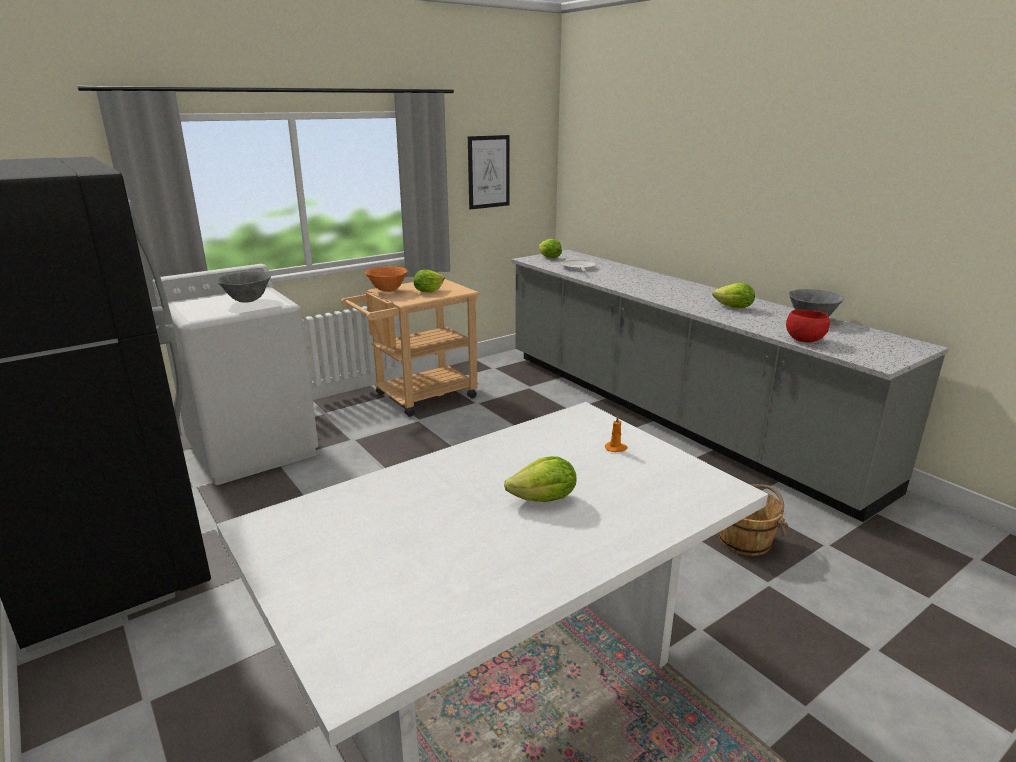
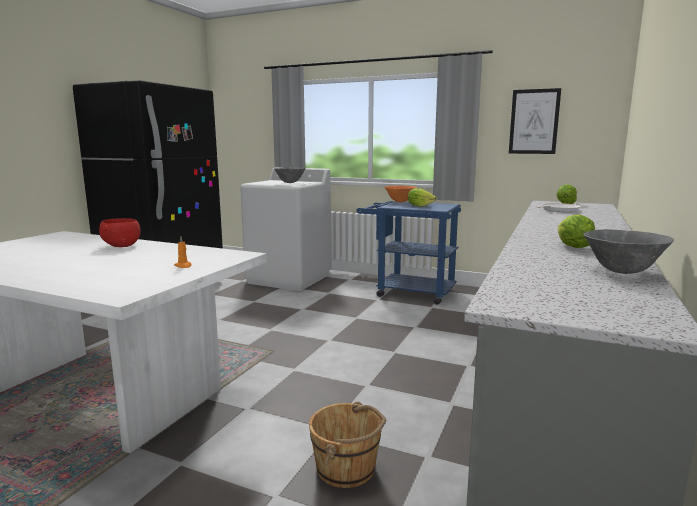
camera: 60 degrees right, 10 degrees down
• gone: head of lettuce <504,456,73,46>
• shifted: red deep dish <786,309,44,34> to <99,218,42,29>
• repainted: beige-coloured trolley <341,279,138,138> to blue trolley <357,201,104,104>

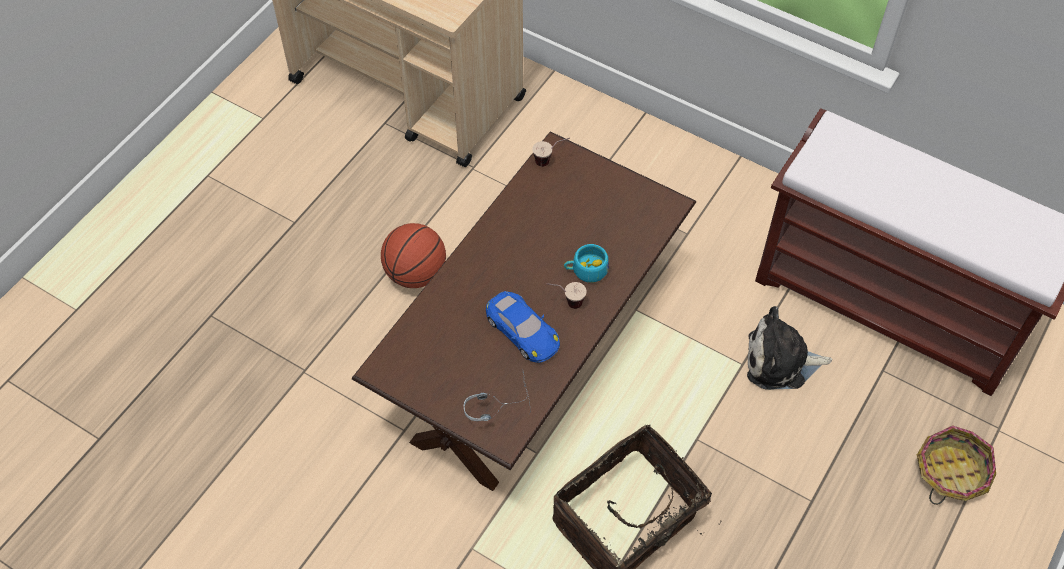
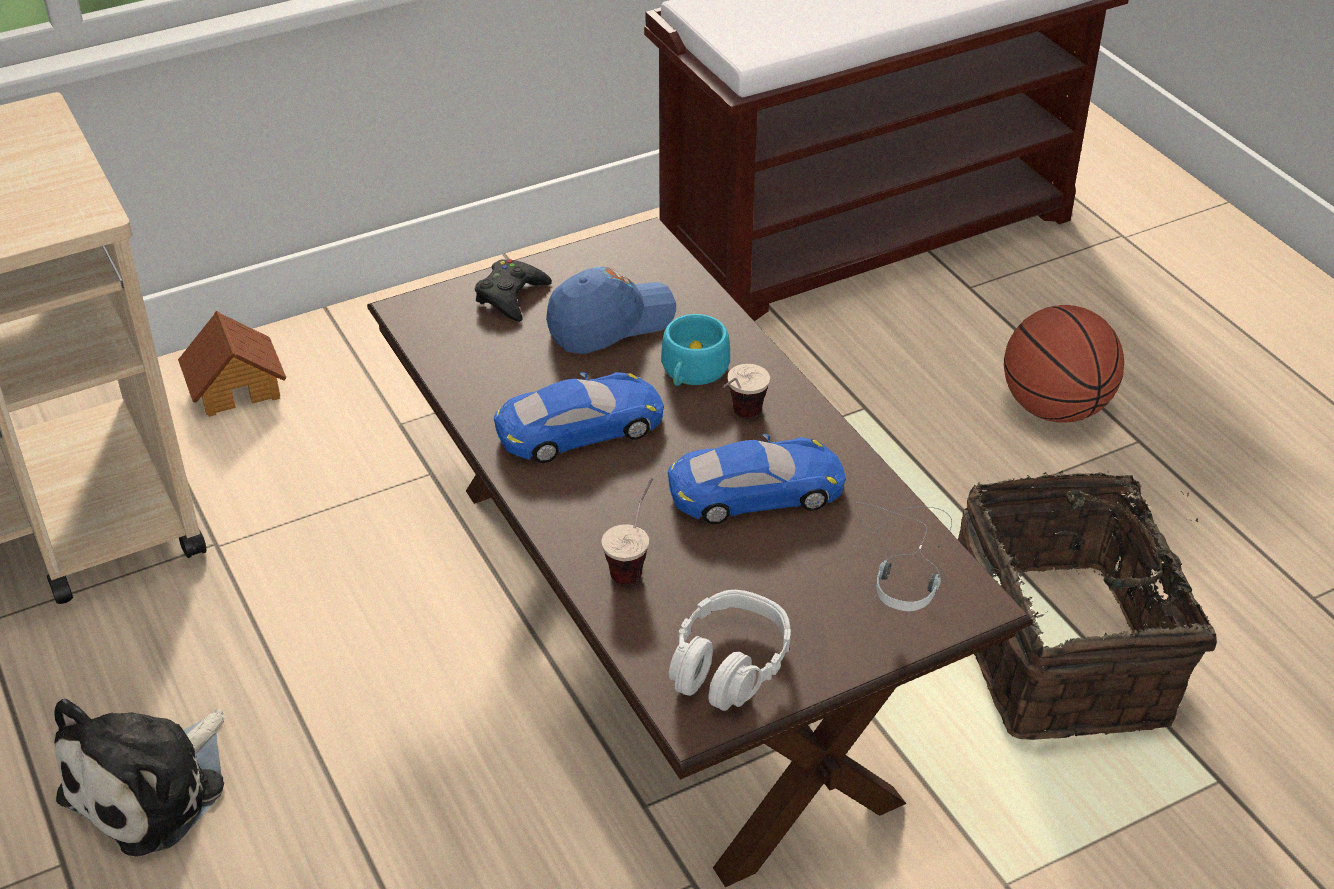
camera: 60 degrees left, 15 degrees down
• gone: storage basket <917,425,79,80>
• new: toy house <178,311,109,106>
• new: black gamepad <475,259,77,63>
• new: blue toy car <494,372,170,91>
• new: blue baseball cap <546,267,130,87>
• new: grey headset <669,590,122,121>
• shifted: ball for basketball <381,223,65,65> to <1004,305,120,118>
• shifted: cup <532,138,38,29> to <601,478,52,106>
• shifted: cuddly toy <747,306,85,84> to <54,699,171,158>

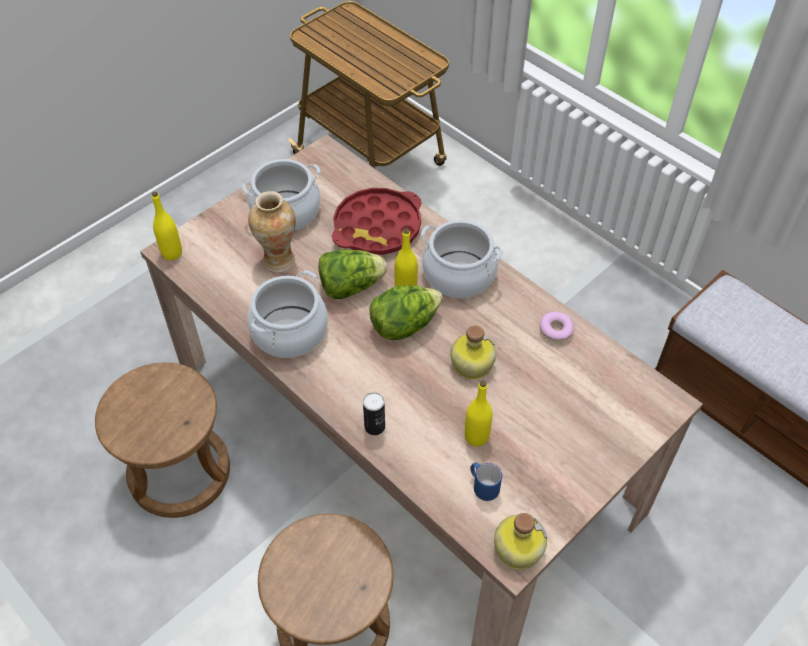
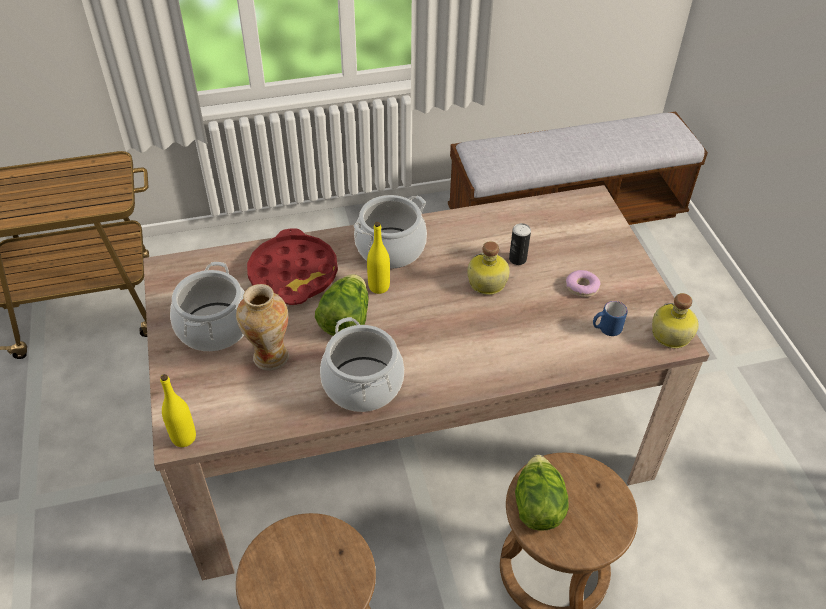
camera: 60 degrees left, 5 degrees down
• gone: yellow-coloured drink bottle <465,380,27,67>
• shifted: sealed can <363,393,22,42> to <509,223,22,42>
• shifted: head of lettuce <369,285,74,55> to <515,455,53,76>
• shifted: doughnut <540,312,34,31> to <566,270,35,27>

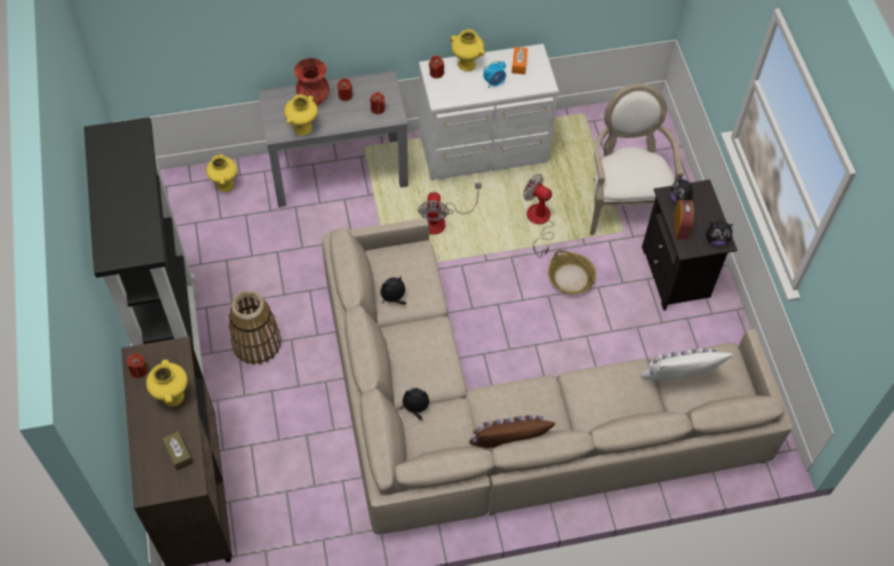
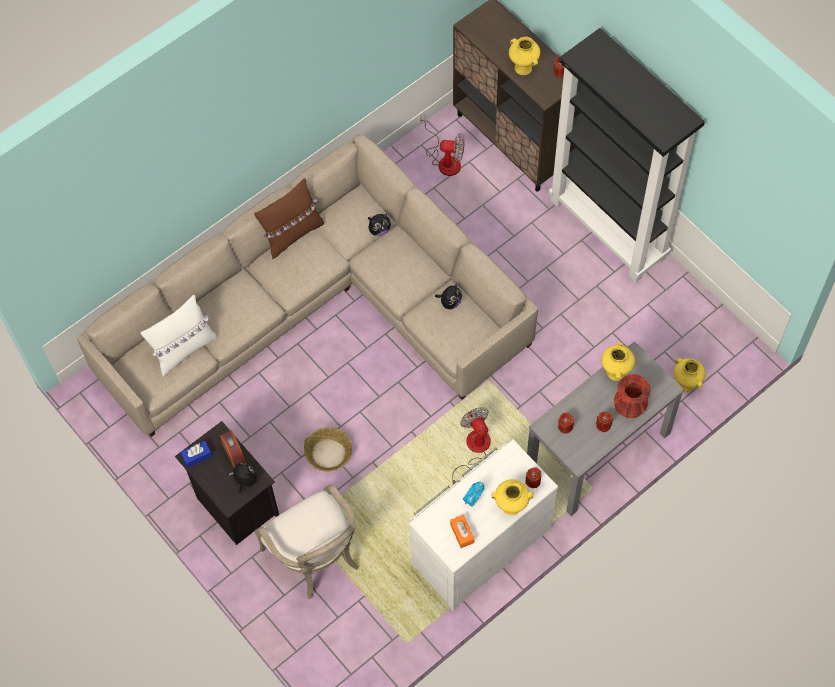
camera: 155 degrees right, 5 degrees up
• gone: brownish tissue box <162,431,31,40>
• gone: storage basket <229,291,52,74>
• shifted: fan <523,174,31,83> to <420,118,44,58>
• swapped: cuddly toy <706,221,27,25> to blue tissue box <181,441,31,27>

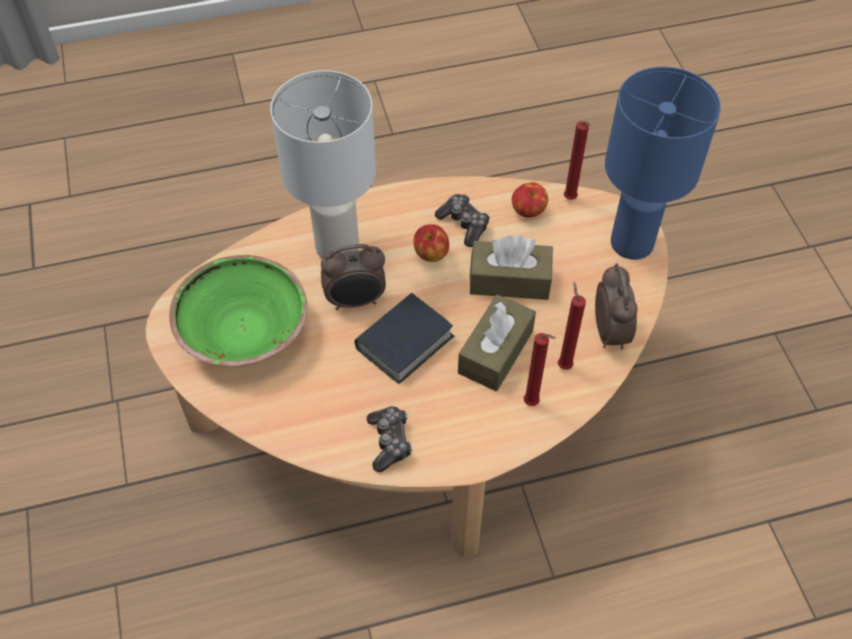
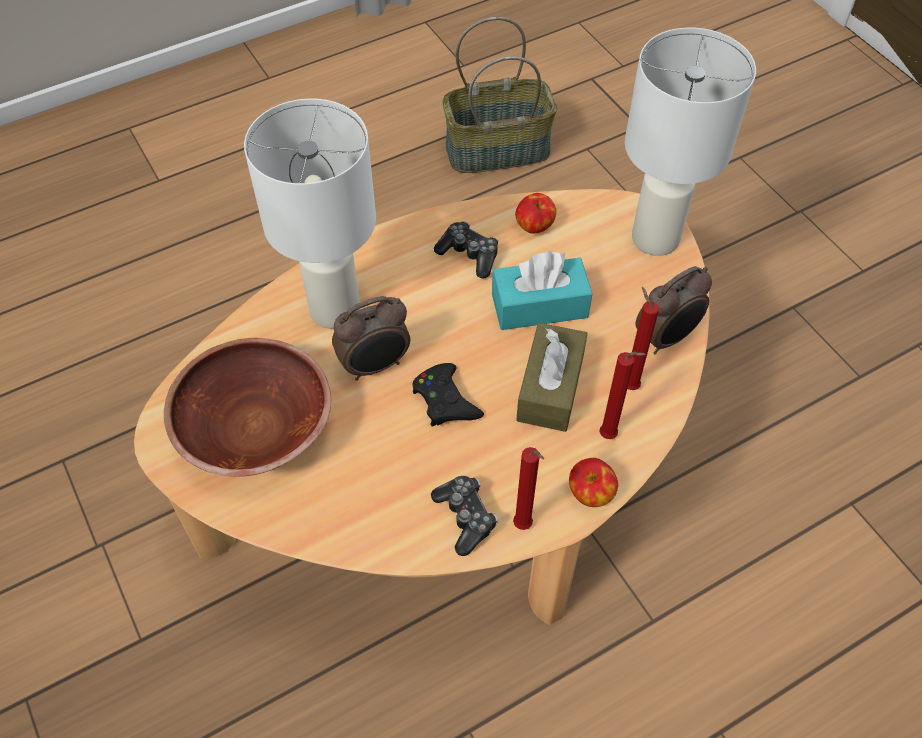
camera: 15 degrees left, 0 degrees up
• new: storage basket <442,17,115,156>
• shifted: whole apple <413,224,36,38> to <569,458,49,49>
• shifted: red wax light <564,121,26,79> to <513,447,31,83>
• swapped: volume <355,293,99,91> to black gamepad <413,363,71,64>
• repainted: greenish deep dish <169,255,138,112> to brownish deep dish <164,338,167,139>
• repainted: brownish tissue box <469,235,84,65> to turquoise-coloured tissue box <492,251,101,79>
• repainted: blue table lamp <605,67,116,193> to whitish table lamp <625,28,131,228>
• rotated: alarm clock <595,263,43,86> = <636,266,76,88> 75 degrees clockwise

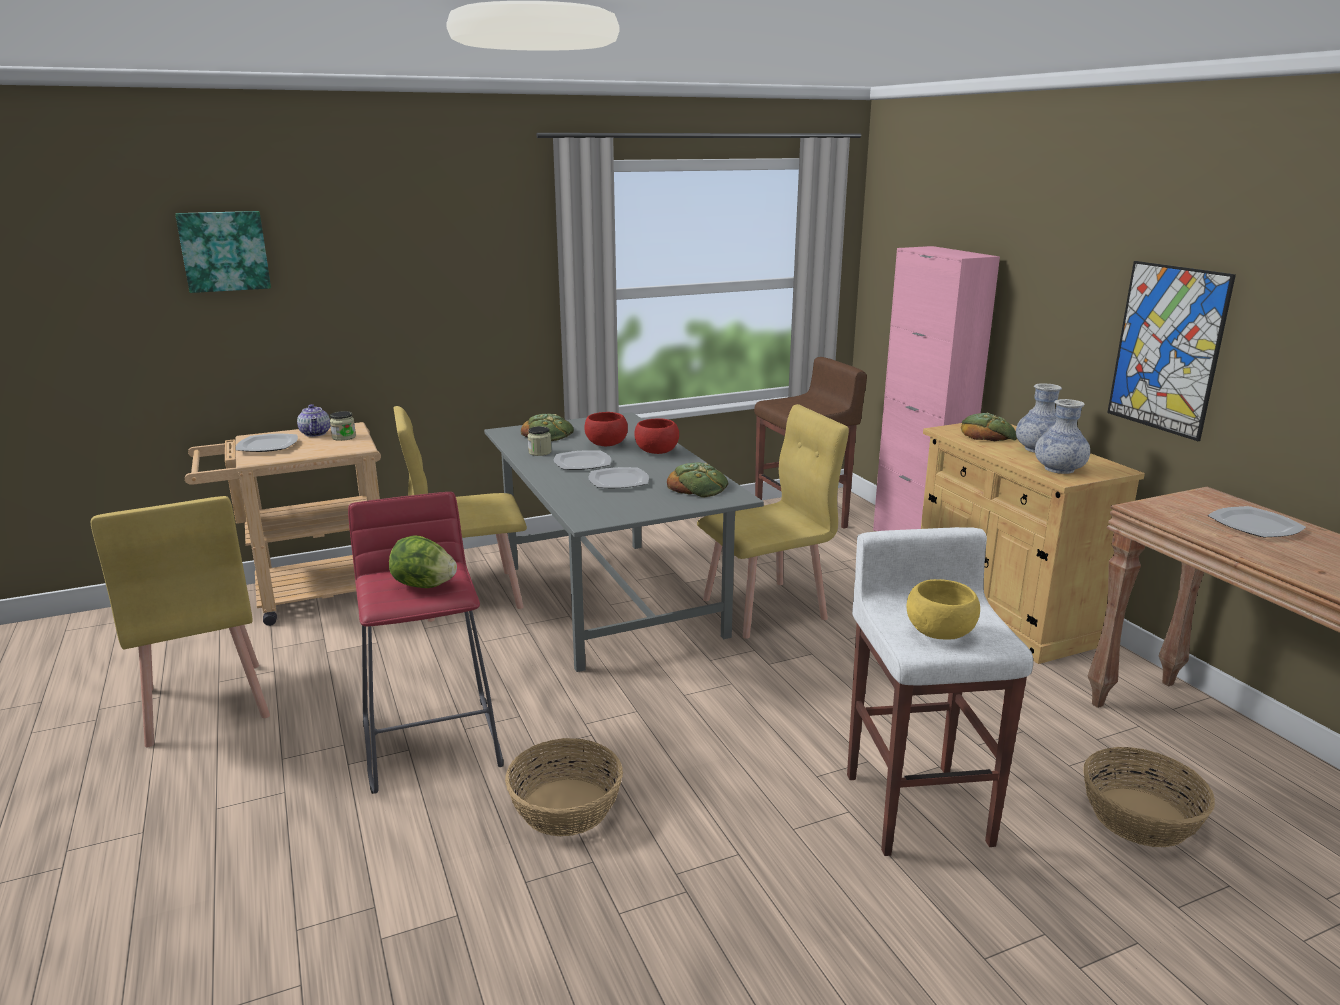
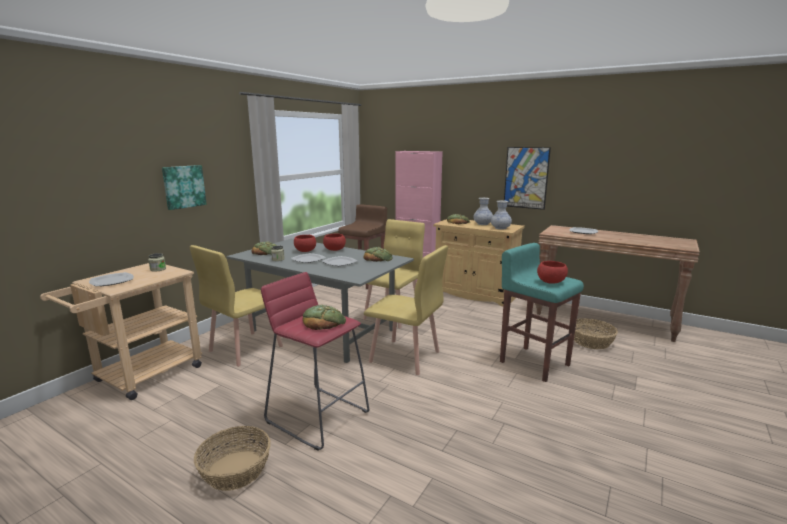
camera: 35 degrees left, 5 degrees down
• gone: teapot <297,404,33,33>
• shifted: yellow-coloured plain chair <91,496,179,251> to <364,245,84,130>
• shifted: wall art <175,211,96,82> to <162,165,45,45>
• shifted: storage basket <505,738,118,98> to <194,426,77,65>
• swapped: head of lettuce <389,535,68,53> to bread <303,304,43,26>
• repainted: whitish sitting stool <847,527,186,329> to turquoise-coloured sitting stool <500,243,84,139>
• repainted: yellow-coloured deep dish <907,579,73,61> to red deep dish <537,261,31,23>

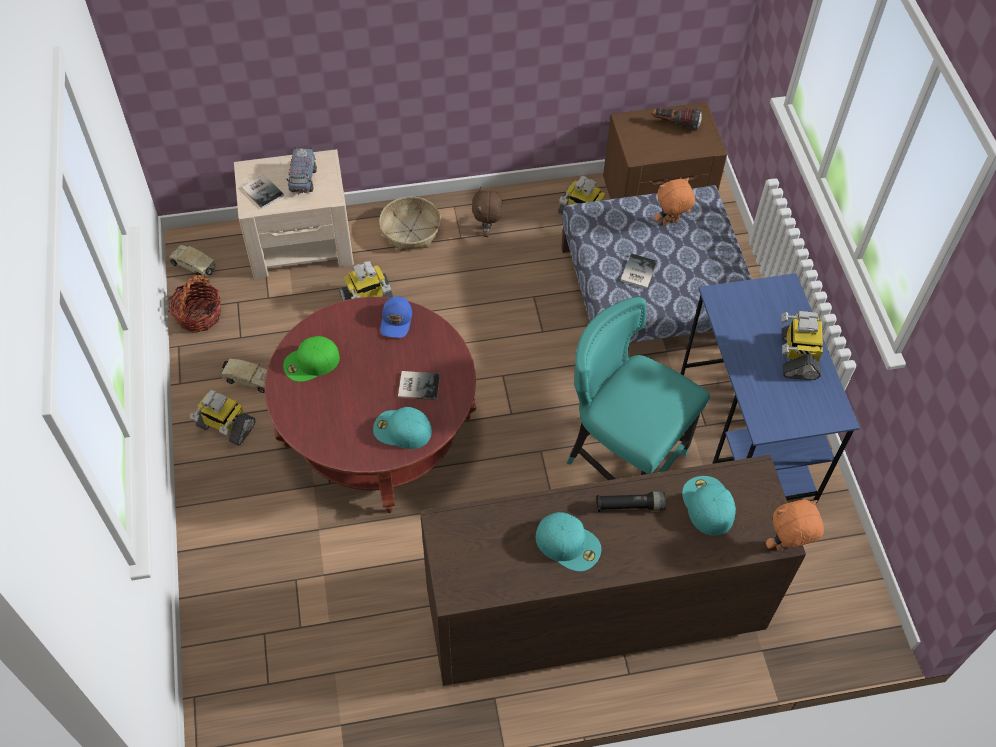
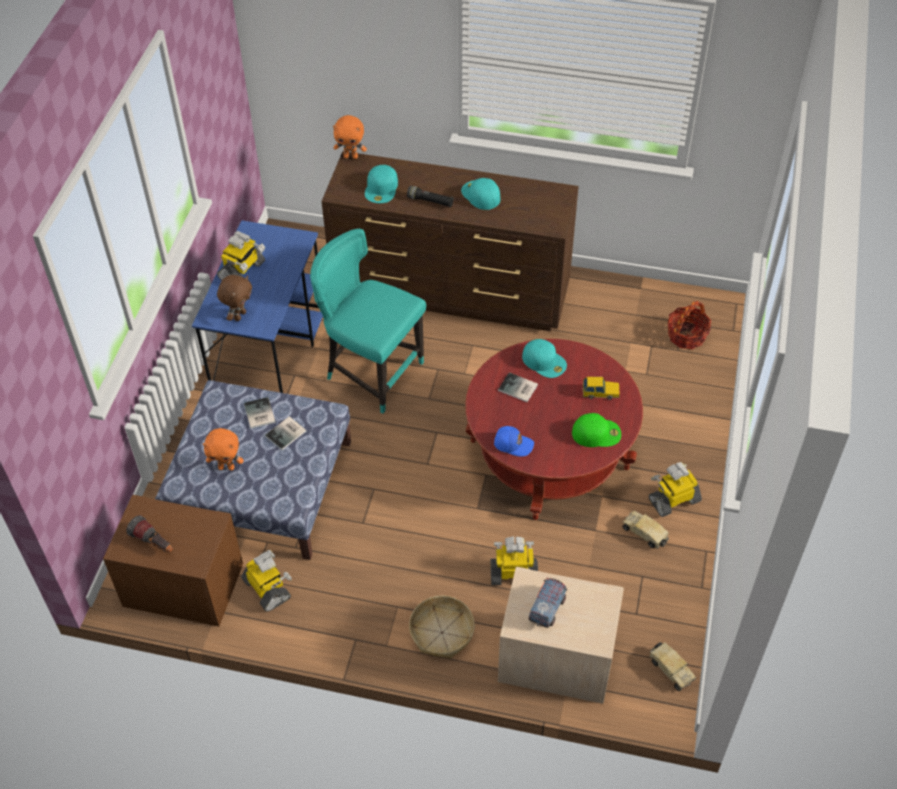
camera: 155 degrees left, 5 degrees down
• new: toy car <583,377,36,23>
• shifted: storage basket <169,275,52,58> to <668,301,43,48>
• shifted: volume <242,175,42,34> to <244,397,31,31>
• shifted: brownish cuddly toy <472,187,30,50> to <217,275,35,46>
• rotated: toy robot <190,390,65,56> = <649,462,53,55> 75 degrees counterclockwise
• rotated: blue baseball cap <380,297,32,41> = <494,426,40,31> 75 degrees clockwise
• rotated: turquoise-coloured plain chair <567,297,143,183> = <310,228,116,185> 150 degrees clockwise

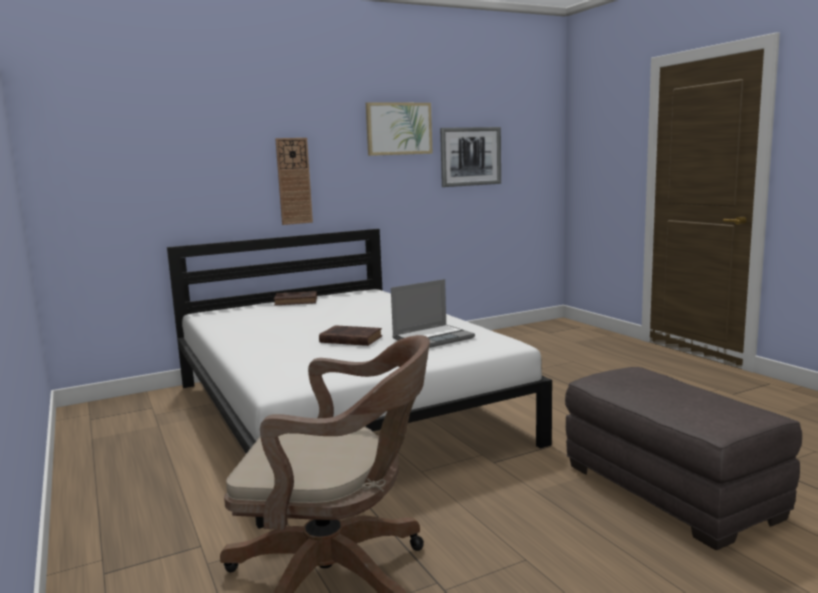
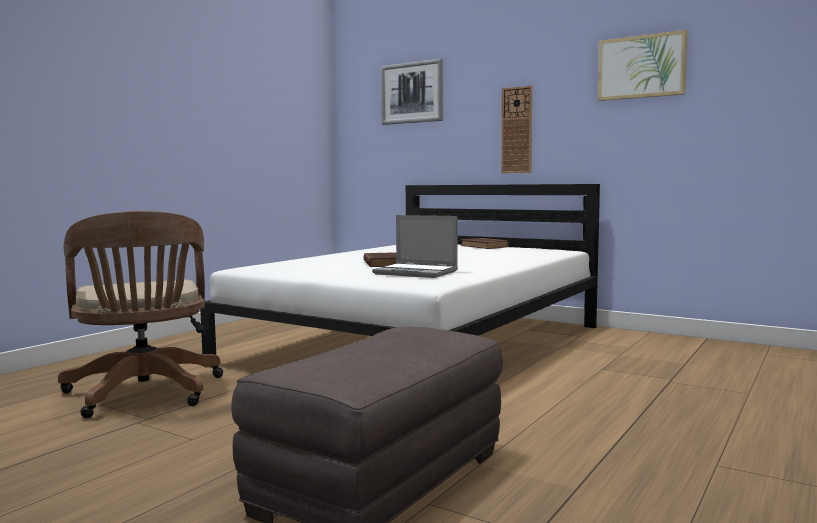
camera: 60 degrees right, 5 degrees down
• shifted: wall art <440,127,61,60> to <381,58,62,67>

